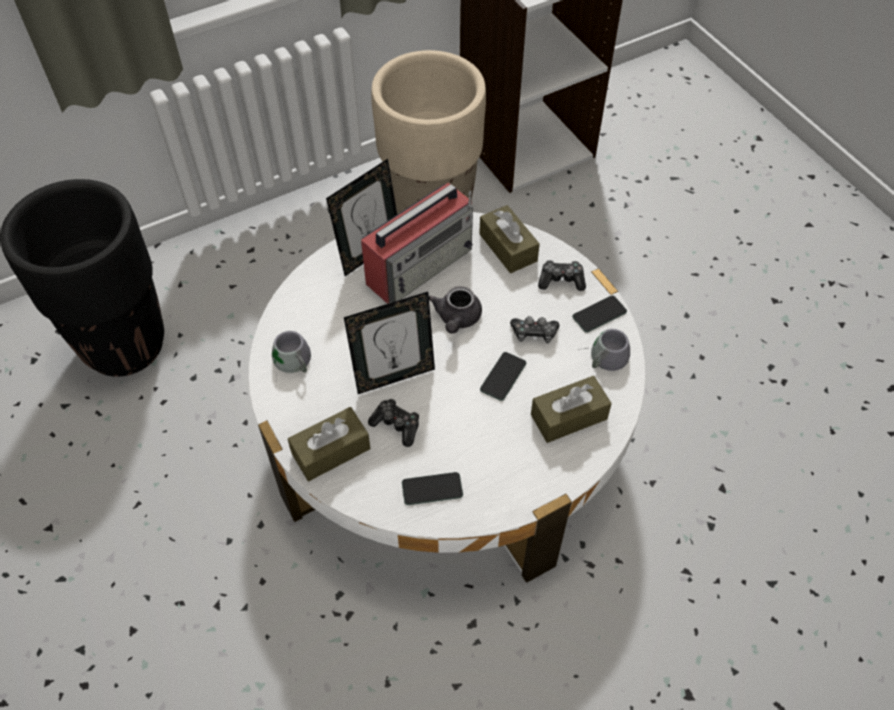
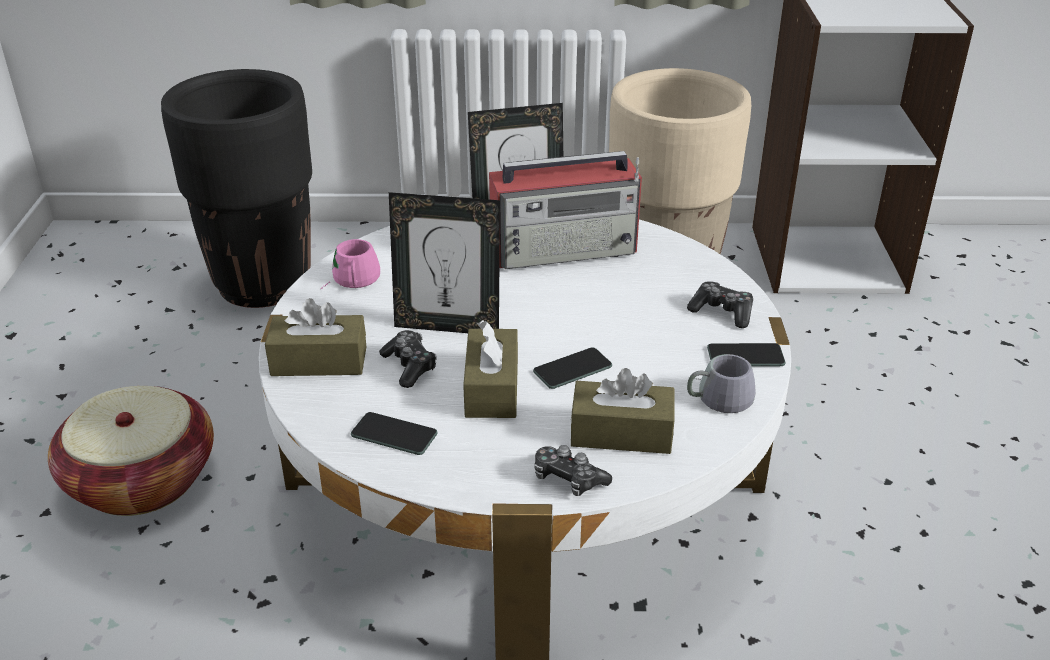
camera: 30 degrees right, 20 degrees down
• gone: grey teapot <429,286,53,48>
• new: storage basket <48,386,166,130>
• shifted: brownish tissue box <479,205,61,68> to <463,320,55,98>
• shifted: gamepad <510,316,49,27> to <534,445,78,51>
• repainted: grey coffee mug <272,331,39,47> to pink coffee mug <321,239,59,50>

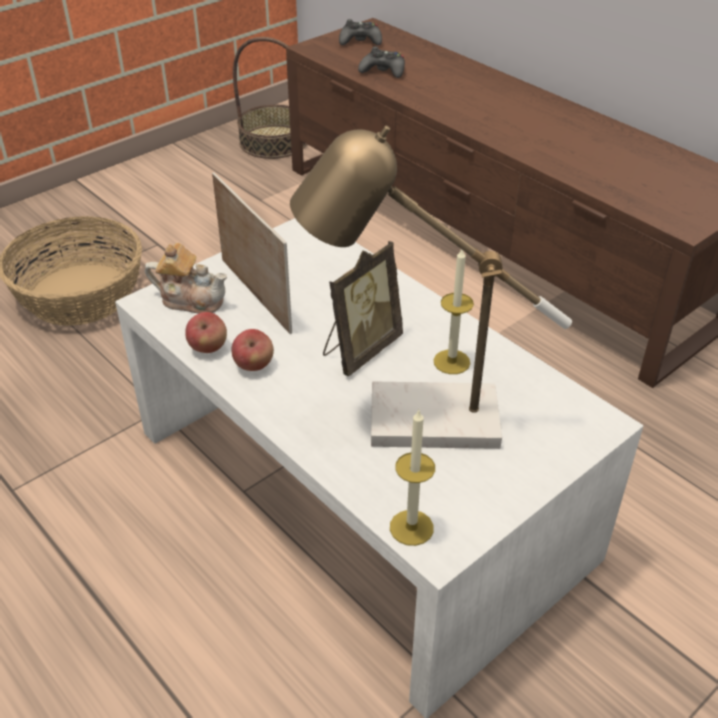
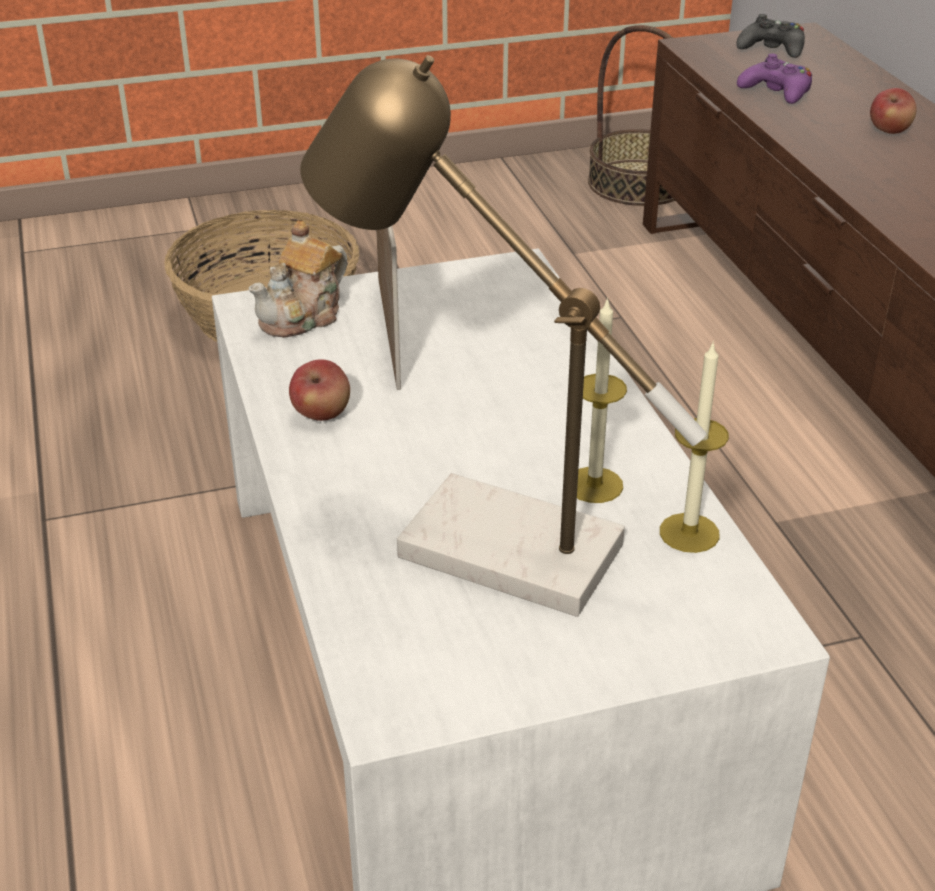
camera: 25 degrees right, 5 degrees down
• gone: picture frame <323,241,80,136>
• shifted: whole apple <185,312,42,41> to <870,88,47,46>
• shifted: wax light <390,410,45,136> to <660,341,69,212>
• repainted: black gamepad <358,46,47,32> to purple gamepad <737,53,75,51>
• rotated: teapot <145,243,82,71> = <249,220,98,118> 90 degrees clockwise

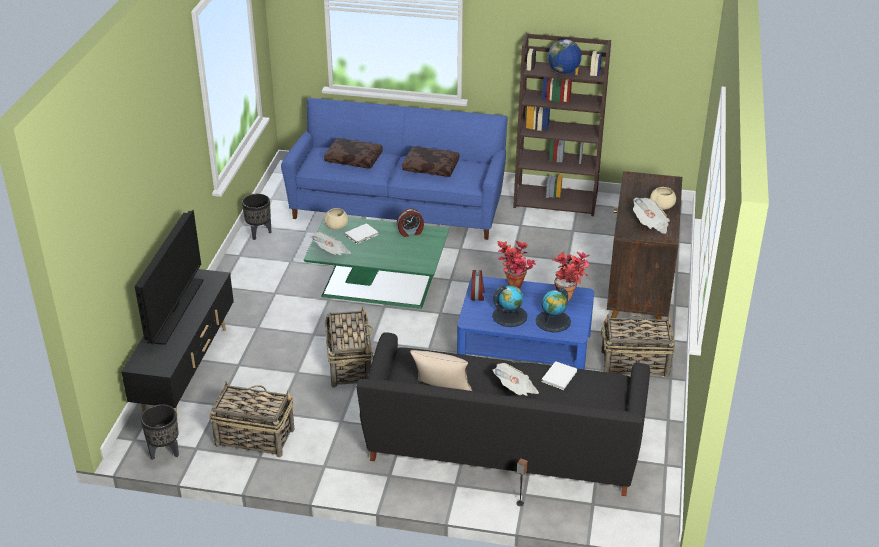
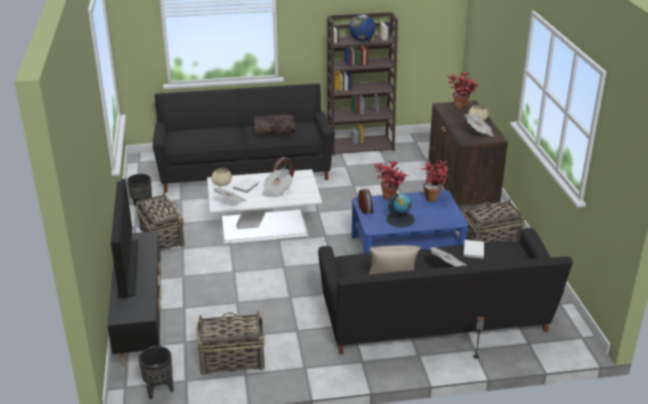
camera: 20 degrees left, 5 degrees down
• gone: brownish pillow <324,138,59,31>
• gone: desk globe <536,287,35,45>
• new: printed paper <262,169,31,29>
• new: plant in a pot <447,72,33,38>
• shifted: storage basket <325,307,49,81> to <136,192,48,59>
• repainted: blue settee <281,98,227,142> to black settee <153,83,181,110>
• repainted: greenish lounge table <303,217,147,92> to whitish lounge table <207,169,115,74>

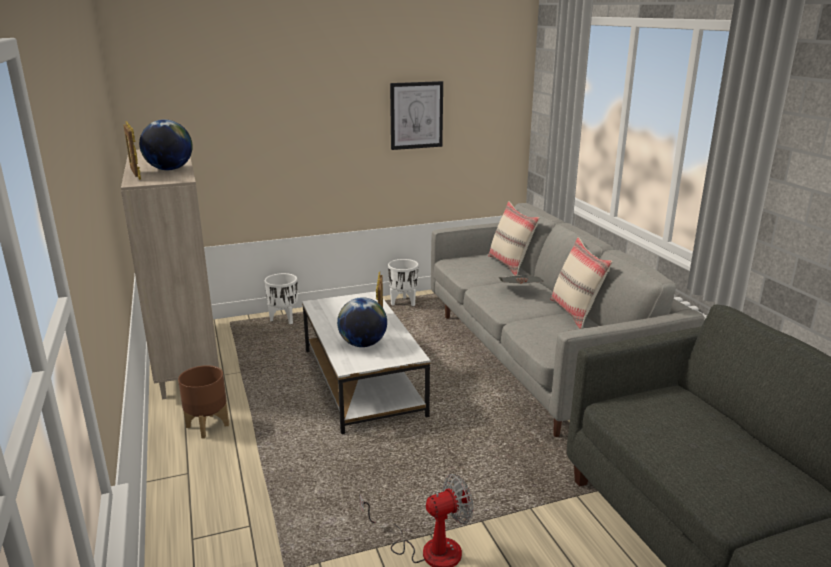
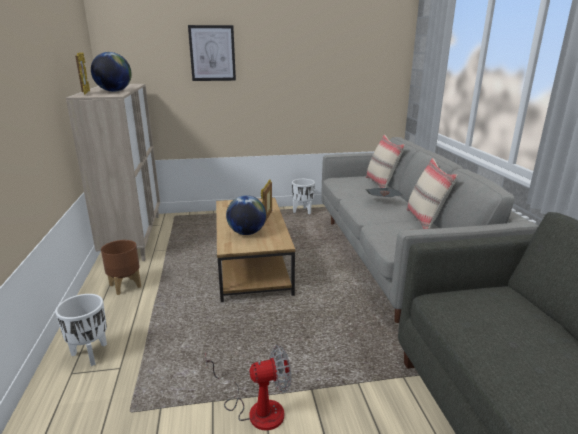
camera: 10 degrees right, 0 degrees up
• shifted: whitish flower pot <265,273,33,51> to <55,294,52,72>
• shifted: wall art <390,81,53,69> to <188,25,48,56>
• repainted: whitish lounge table <302,291,129,143> to brownish lounge table <216,198,79,104>

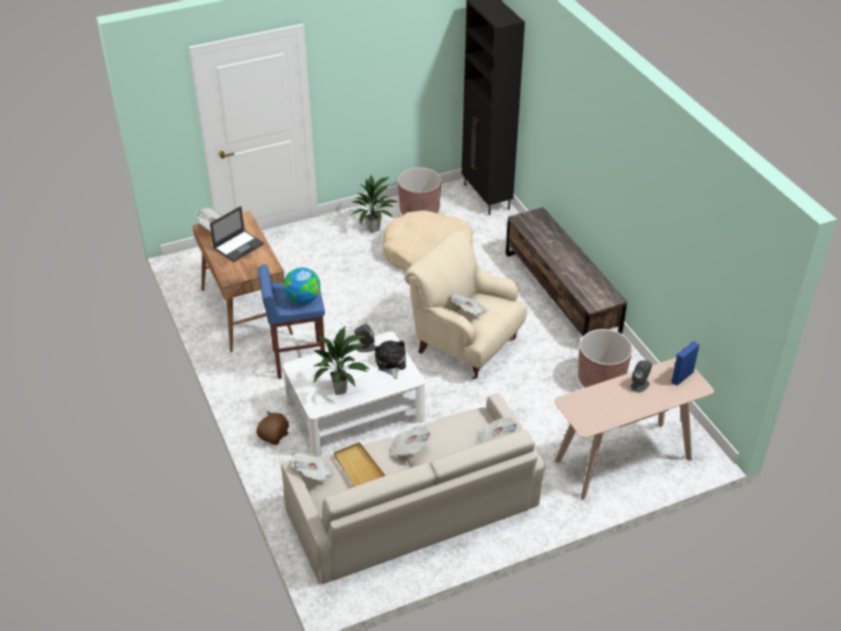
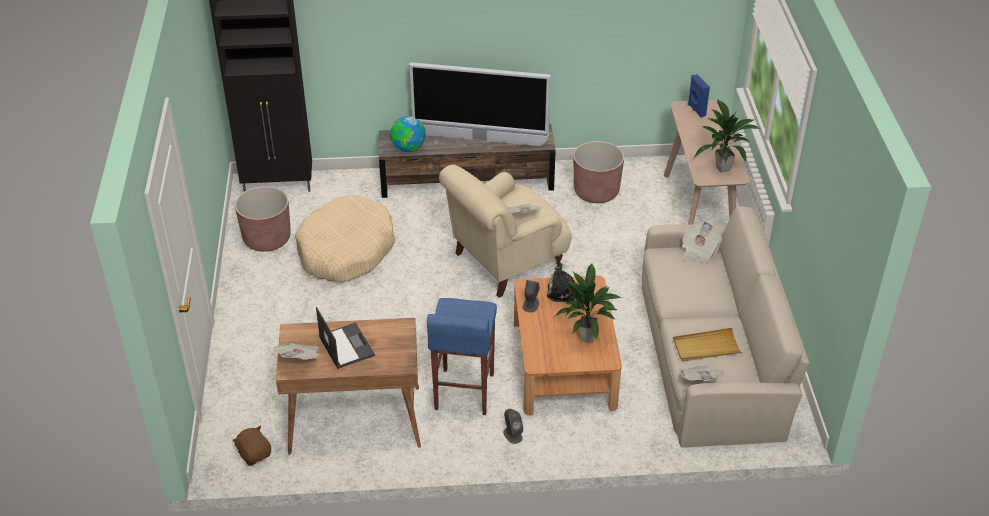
camera: 70 degrees left, 0 degrees up
• gone: printed paper <391,426,40,30>
• new: TV set <409,62,142,84>
• shifted: brownish cuddly toy <256,411,33,34> to <232,426,39,40>
• shifted: desk globe <283,267,37,37> to <390,116,36,36>
• shifted: plant in a pot <352,175,46,58> to <694,99,68,73>
• shifted: grey audio speaker <631,360,21,32> to <503,409,21,35>
• repainted: whitish lounge table <283,331,142,125> to brownish lounge table <514,276,108,139>

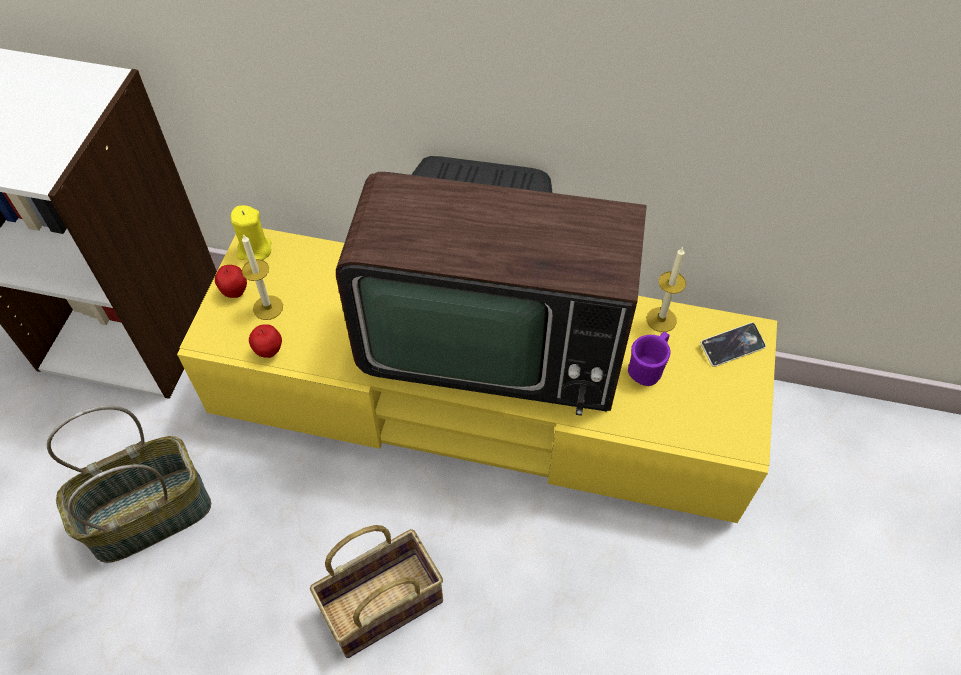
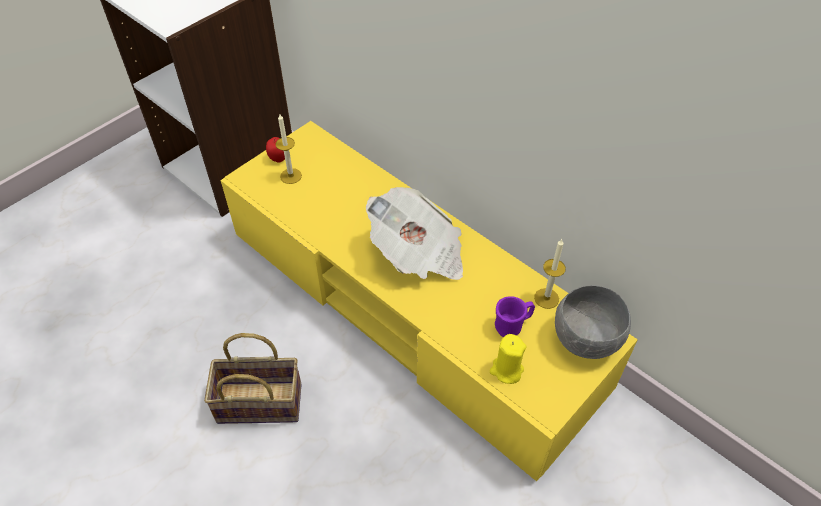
camera: 30 degrees right, 5 degrees down
• gone: storage basket <47,406,164,157>
• gone: whole apple <249,324,33,34>
• shifted: yellow-coloured wax light <231,205,41,56> to <490,334,36,50>
• swapped: TV set <336,156,311,260> to printed paper <366,187,97,93>
• swapped: handset <701,322,65,45> to grey deep dish <555,286,76,73>

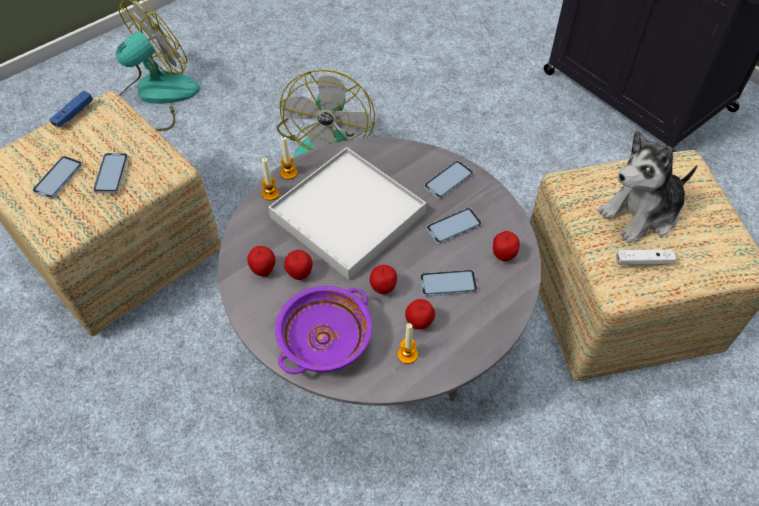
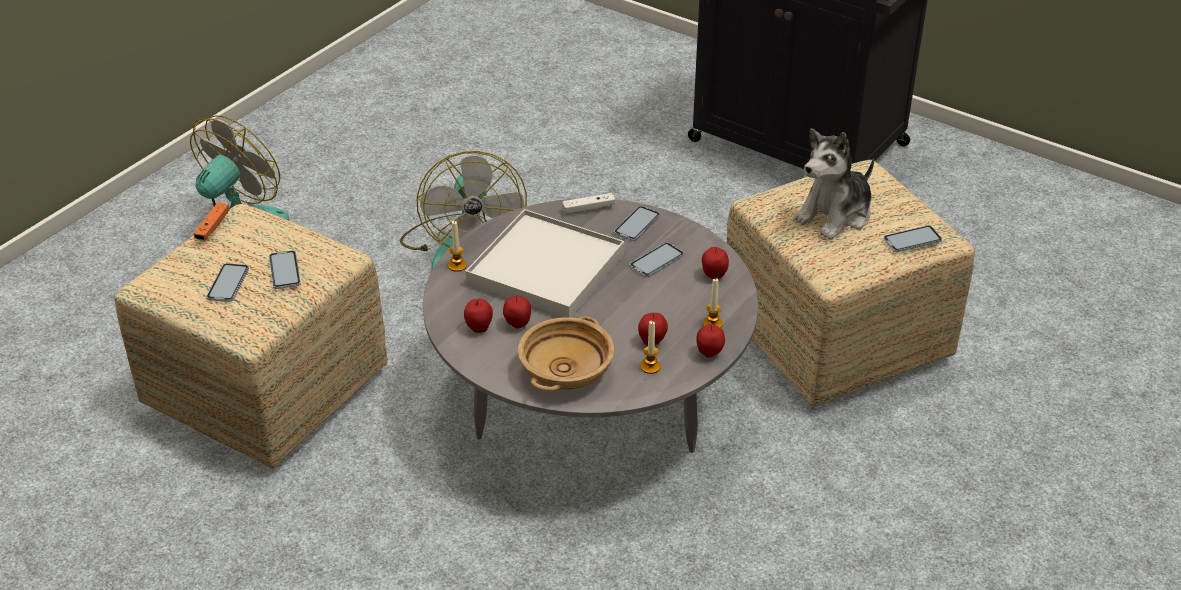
camera: 15 degrees left, 15 degrees down
• shifted: wax light <280,137,18,42> to <703,278,20,50>
• shifted: whole apple <370,265,27,29> to <696,324,29,34>
• shifted: handset <420,269,58,28> to <883,225,59,27>
• shifted: whitish gamepad <616,249,60,16> to <562,193,53,22>
• repainted: blue gamepad <49,91,44,36> to orangey gamepad <194,203,35,38>
• repainted: purple deep dish <275,286,97,88> to beige-coloured deep dish <518,316,96,76>

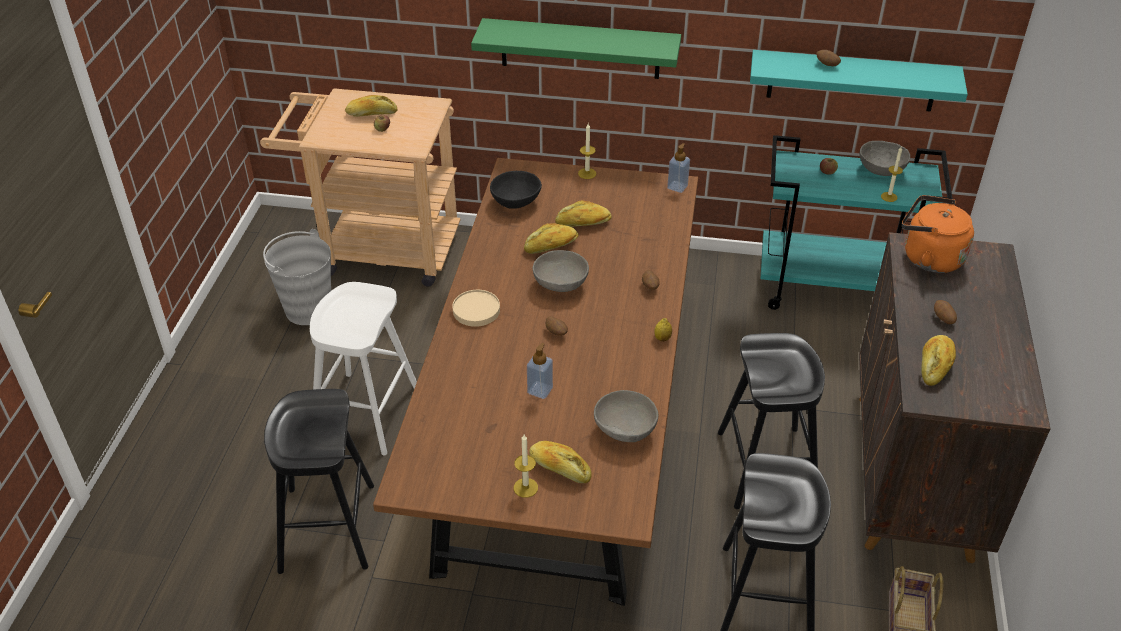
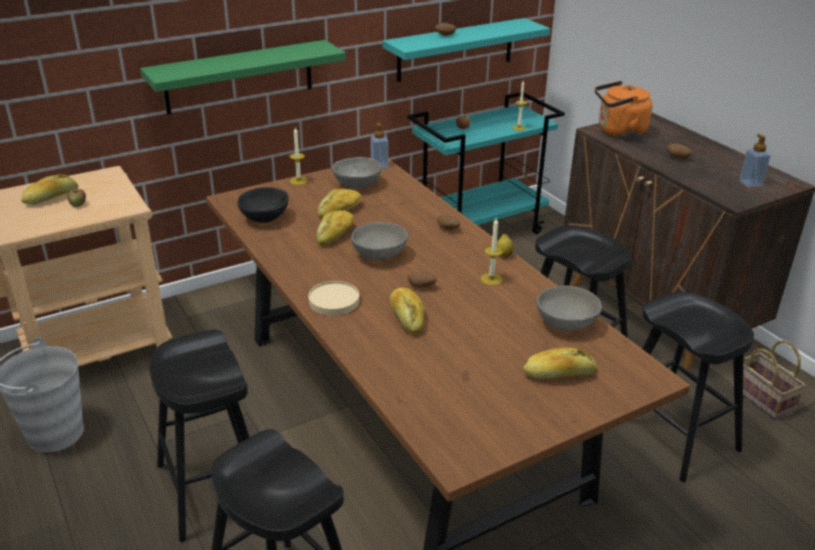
camera: 40 degrees left, 10 degrees down
• shifted: wax light <514,434,24,64> to <481,218,22,67>
• shifted: soap dispenser <527,343,26,56> to <739,134,32,53>
• shifted: grey deep dish <860,141,50,35> to <332,157,49,31>
• shifted: bread <921,335,35,51> to <390,288,34,46>
• repainted: whitish sitting stool <310,282,107,173> to black sitting stool <150,330,100,212>

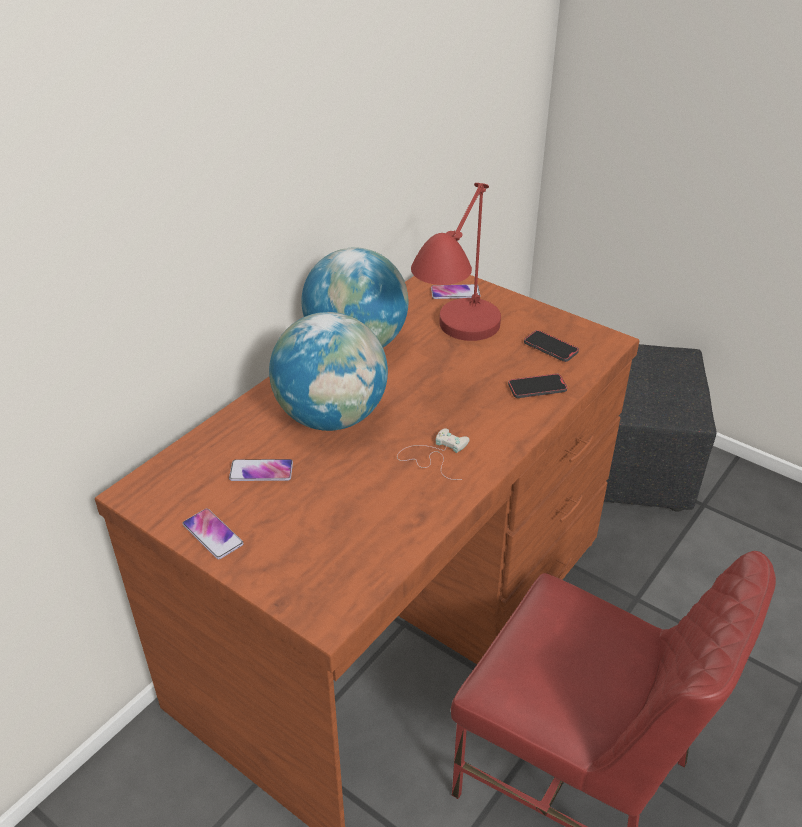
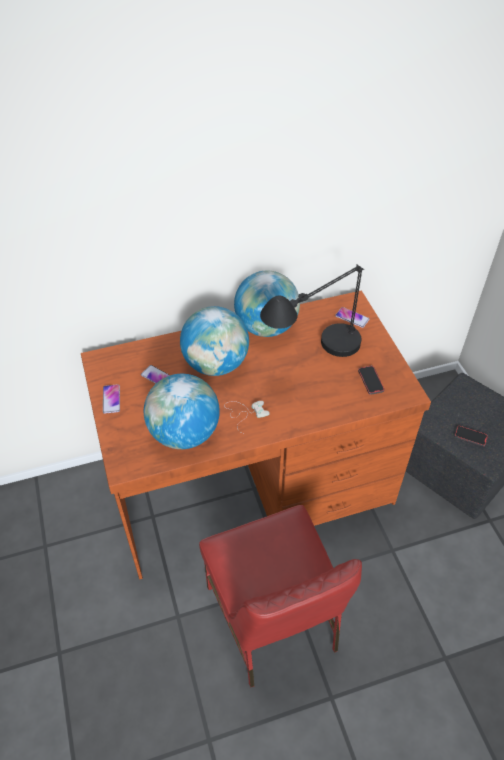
camera: 35 degrees right, 10 degrees up
• new: desk globe <144,374,76,75>
• shifted: handset <508,374,59,24> to <455,426,33,20>
• repainted: red table lamp <411,183,90,158> to black table lamp <260,264,104,93>

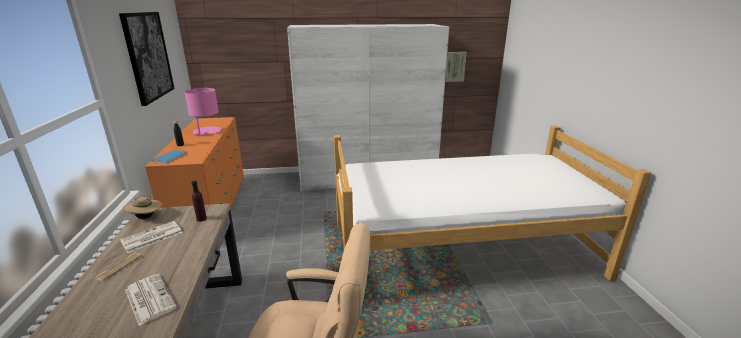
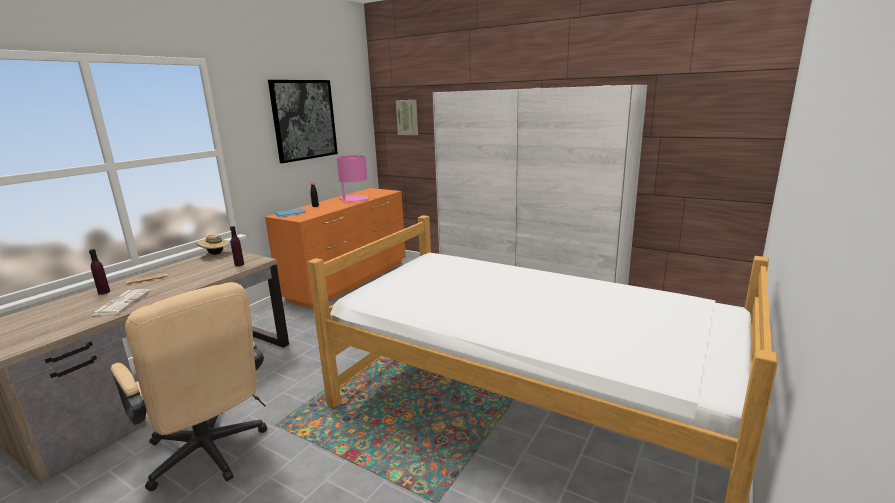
camera: 40 degrees right, 5 degrees down
• gone: printed paper <120,221,63,32>
• new: purple drink bottle <89,249,21,46>
• shifted: wall art <445,52,22,30> to <396,100,22,35>

